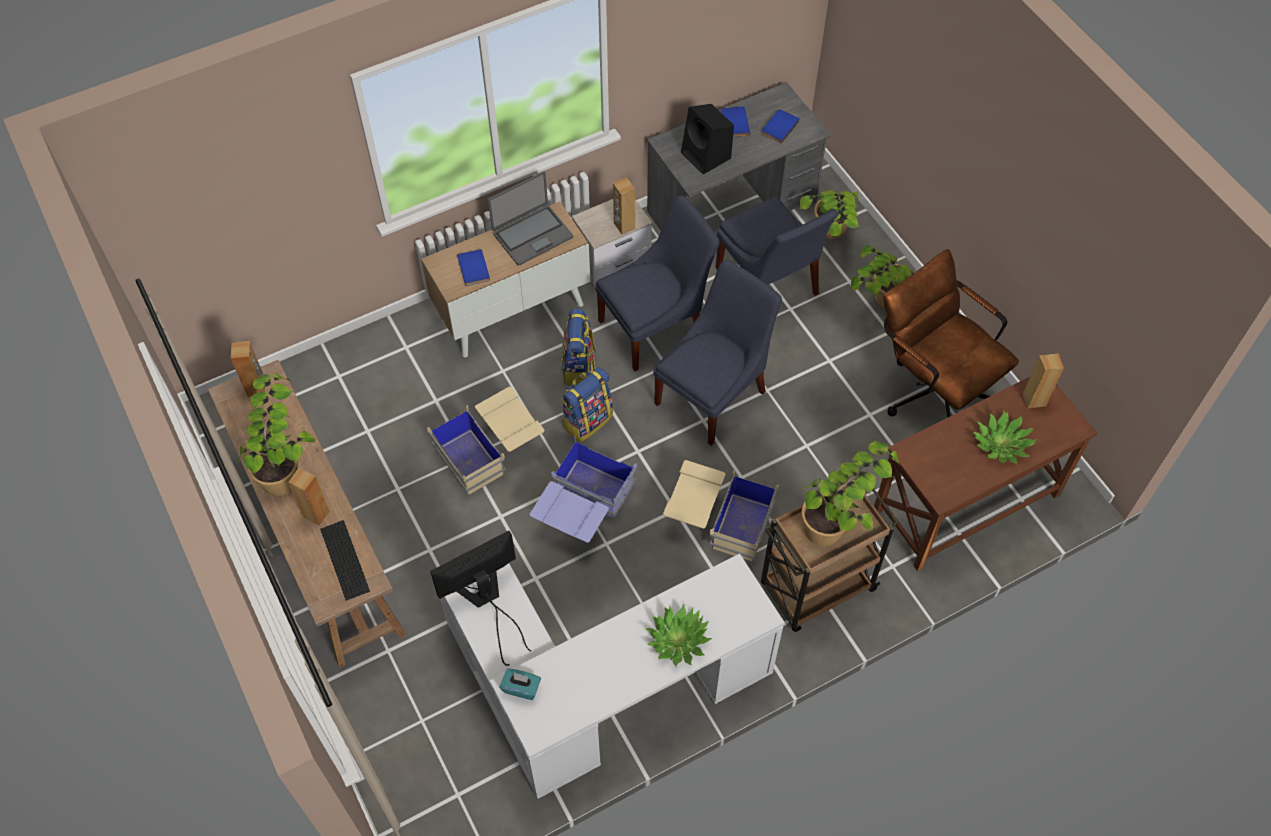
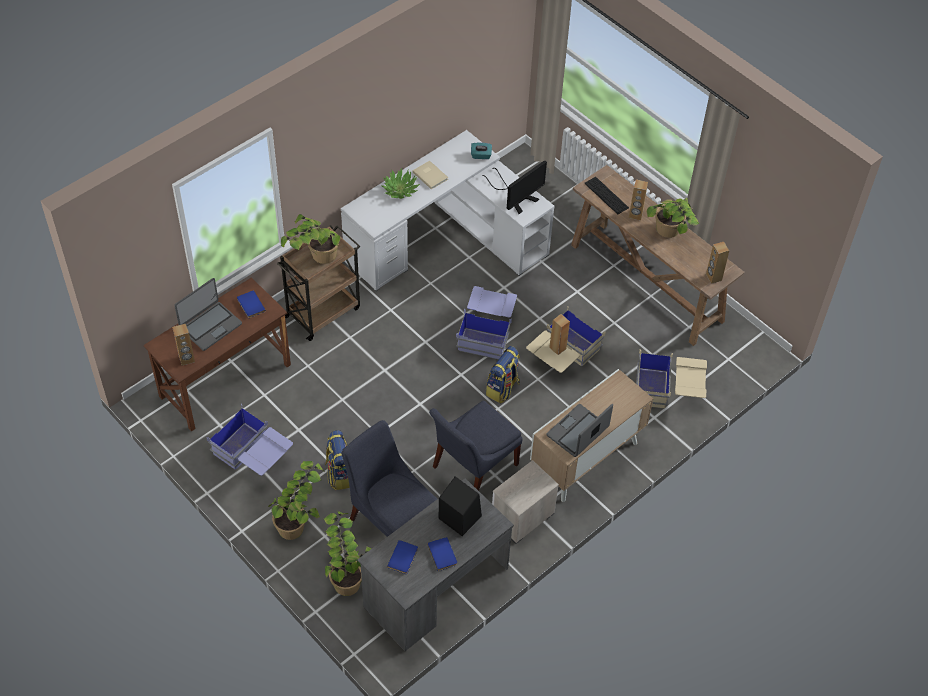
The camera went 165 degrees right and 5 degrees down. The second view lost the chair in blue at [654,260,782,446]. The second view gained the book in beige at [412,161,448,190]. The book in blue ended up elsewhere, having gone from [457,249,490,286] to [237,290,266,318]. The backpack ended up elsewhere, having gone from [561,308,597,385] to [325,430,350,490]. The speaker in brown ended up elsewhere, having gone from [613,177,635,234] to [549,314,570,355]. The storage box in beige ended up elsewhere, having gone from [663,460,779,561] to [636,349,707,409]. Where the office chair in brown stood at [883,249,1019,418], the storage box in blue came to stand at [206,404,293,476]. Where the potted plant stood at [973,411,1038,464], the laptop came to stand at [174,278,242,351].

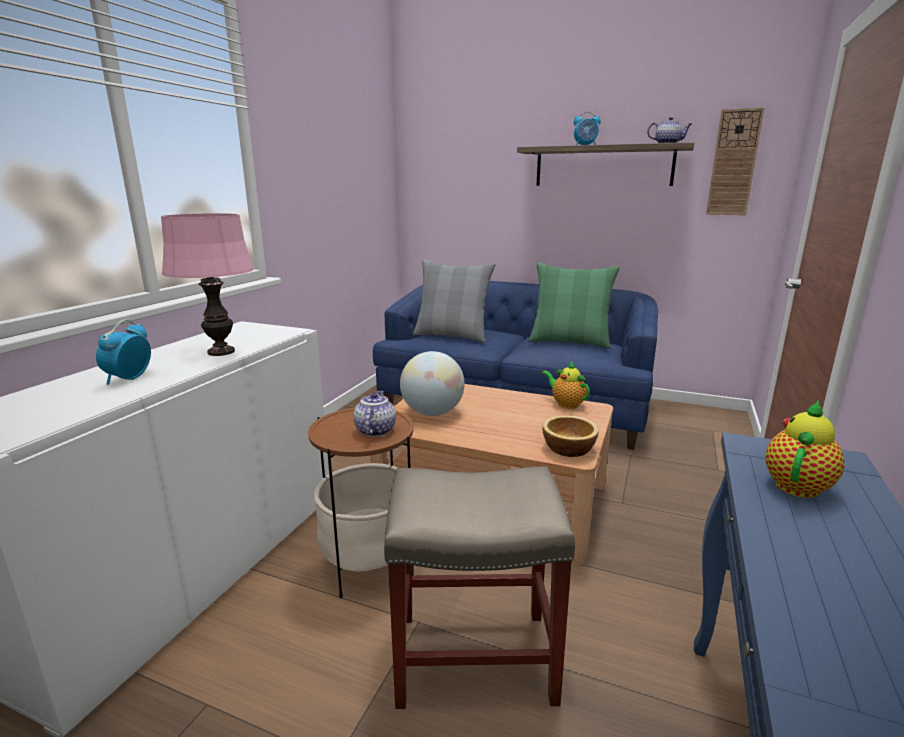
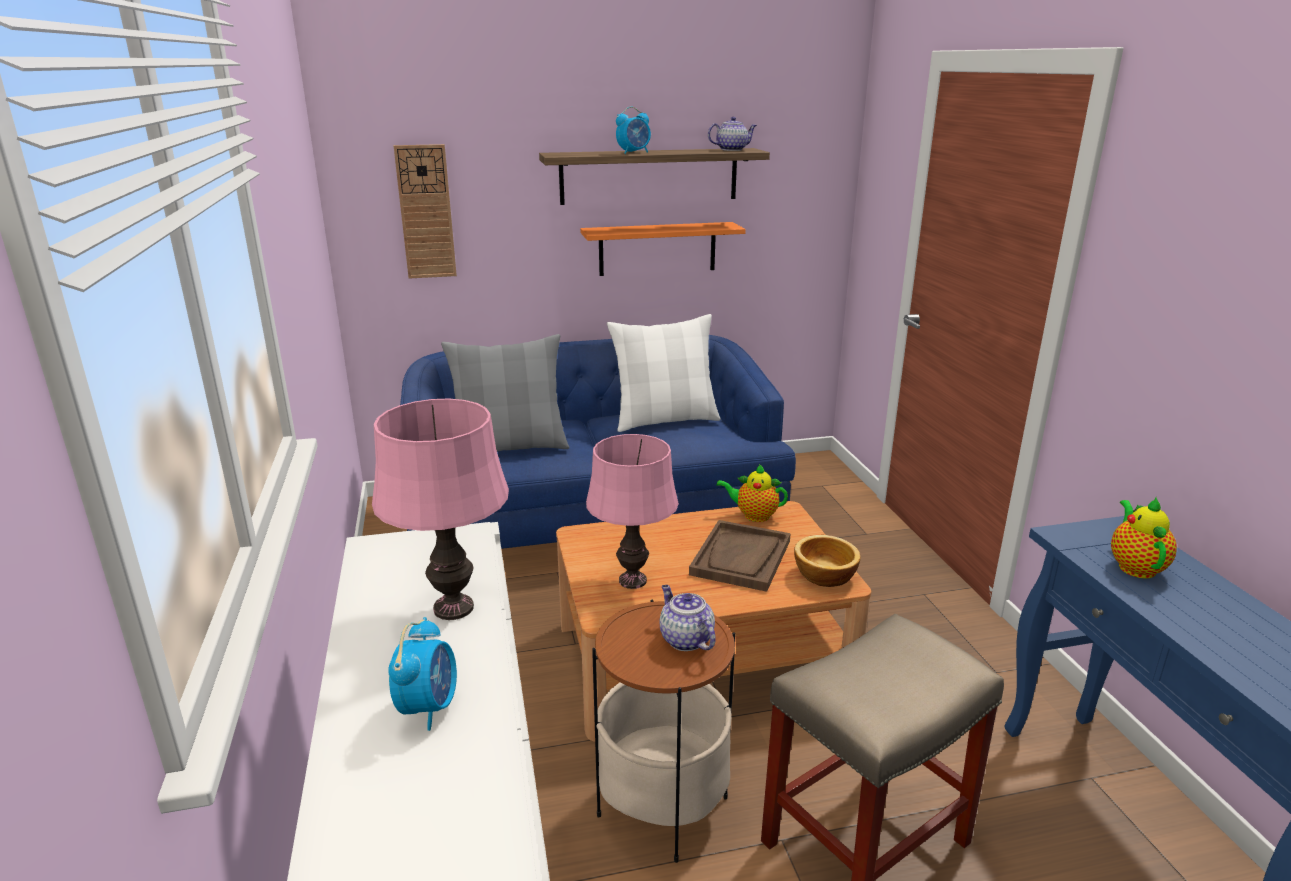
The camera went 35 degrees left and 5 degrees up. The second view gained the shelf in orange at [580,222,746,276]. The second view gained the tray in brown at [689,520,791,592]. The wall clock ended up elsewhere, having gone from [706,108,764,215] to [394,144,457,279]. Where the globe stood at [400,351,465,416], the table lamp in pink came to stand at [586,434,679,589]. What was the pillow in green at [528,263,620,349] turned into the pillow in white at [607,314,721,432]. The alarm clock at [96,320,151,385] ended up facing another way, 150 degrees counterclockwise from before.

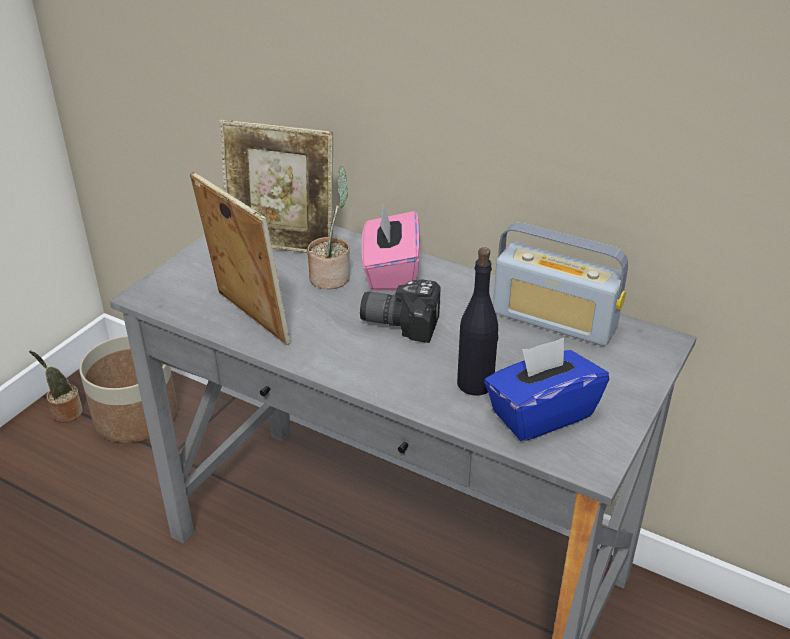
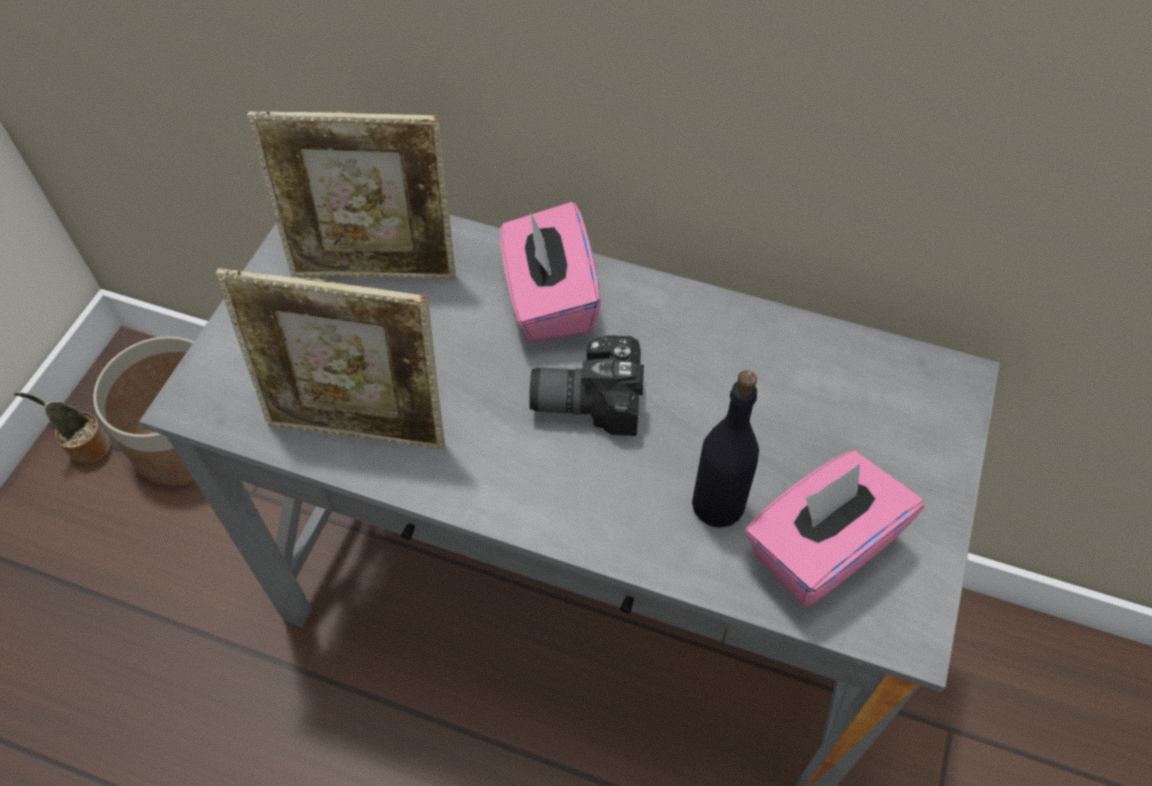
The camera went 10 degrees left and 20 degrees up. The second view lost the potted plant at [307,166,350,289]. The second view lost the radio at [493,222,628,346]. What was the tissue box in blue at [484,338,609,441] turned into the tissue box in pink at [745,451,924,607]. The picture frame at [190,172,290,345] ended up facing another way, 150 degrees clockwise from before.

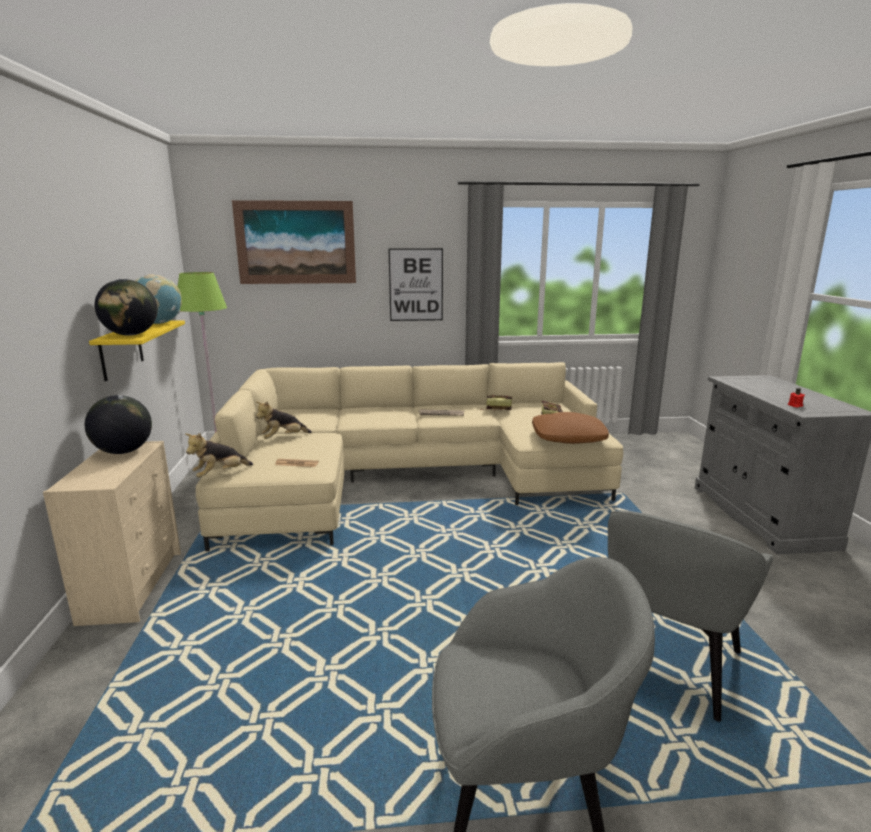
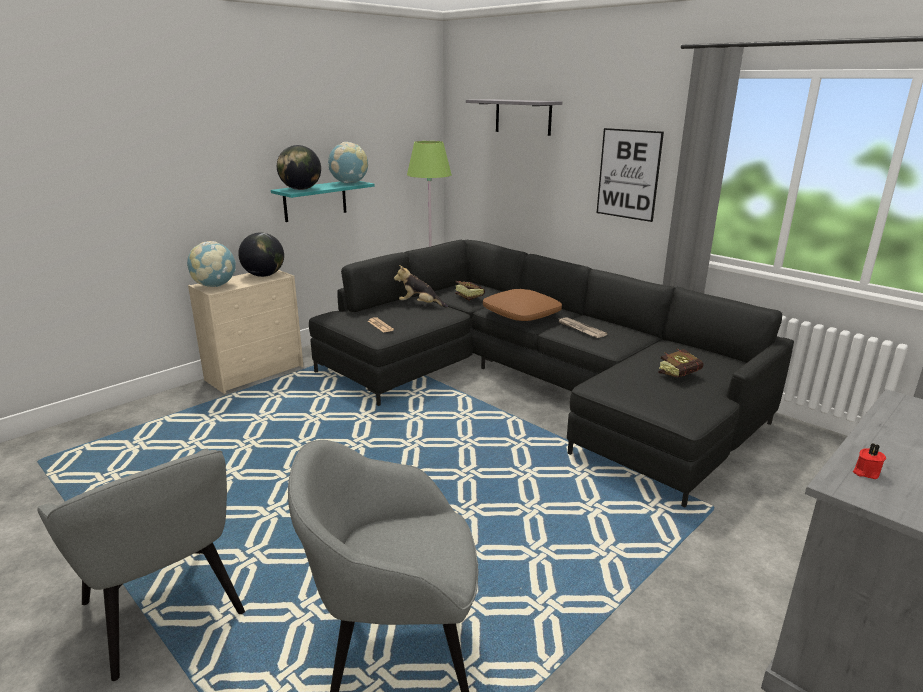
The camera went 50 degrees right and 5 degrees up. The second view lost the plush toy at [185,433,253,478]. The second view gained the globe at [187,241,236,287]. The book ended up elsewhere, having gone from [480,395,512,410] to [455,281,485,301]. The pillow in brown ended up elsewhere, having gone from [532,412,609,444] to [483,289,562,321]. Where the picture hung at [232,200,356,284], the shelf in grey came to hang at [466,99,562,136]. What was the shelf in yellow at [89,320,185,381] turned into the shelf in turquoise at [271,181,375,222]. What was the sofa in beige at [196,362,623,551] turned into the sofa in black at [309,240,794,507].

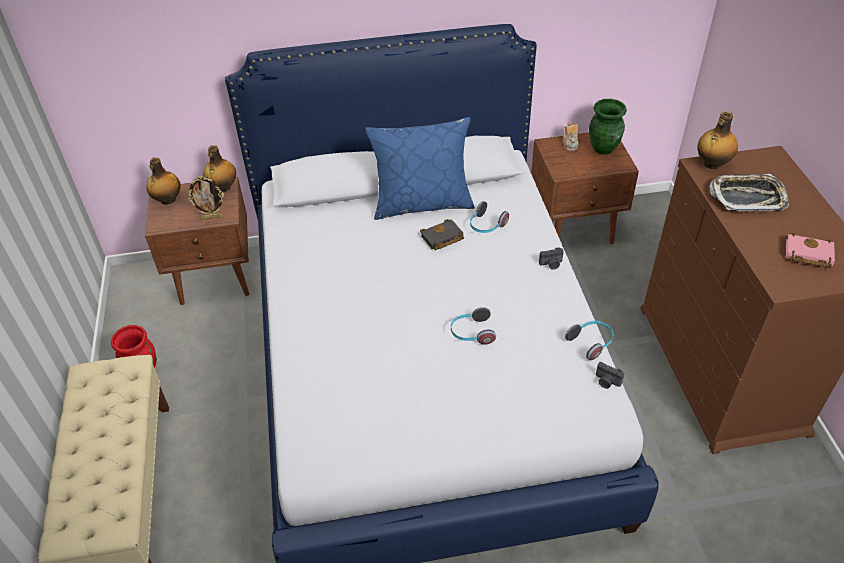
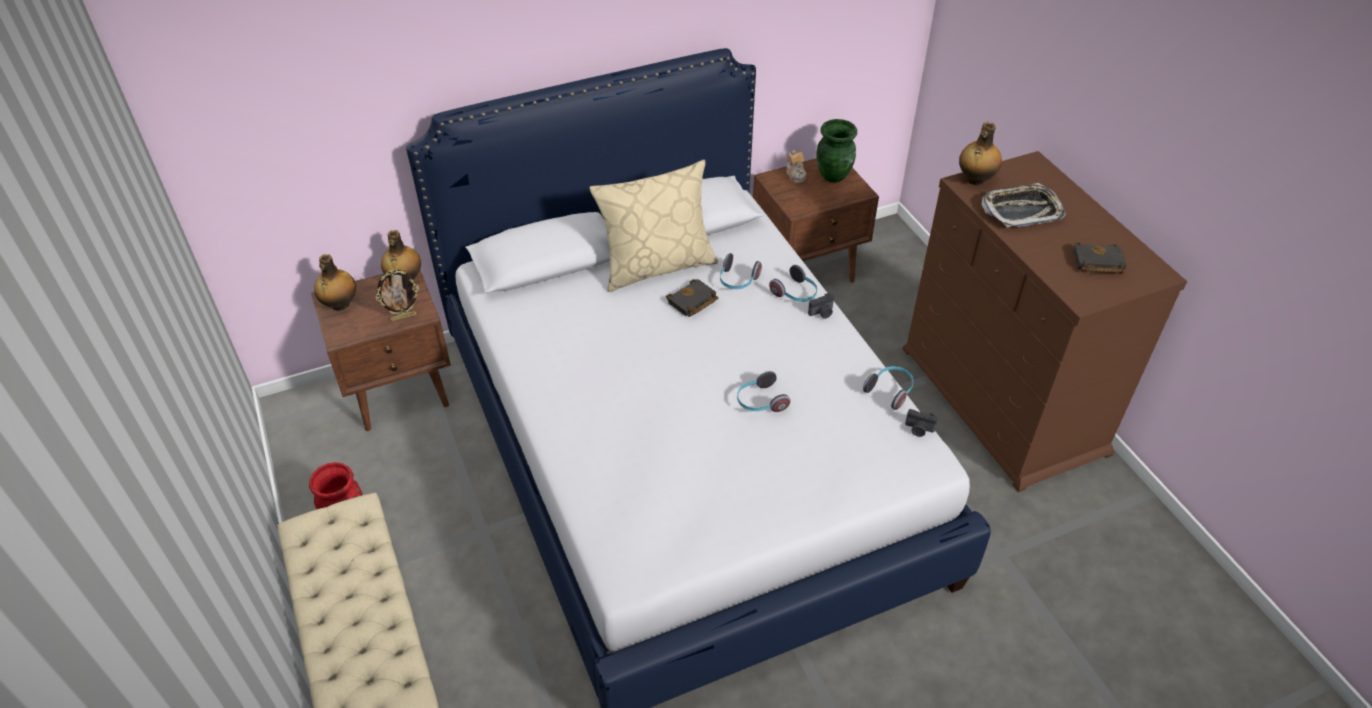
The camera went 15 degrees left and 0 degrees up. The second view gained the headphones at [769,265,817,302]. What was the pillow in blue at [365,117,475,220] turned into the pillow in beige at [590,160,718,292]. What was the book in pink at [786,233,835,268] turned into the book in black at [1073,242,1127,273].

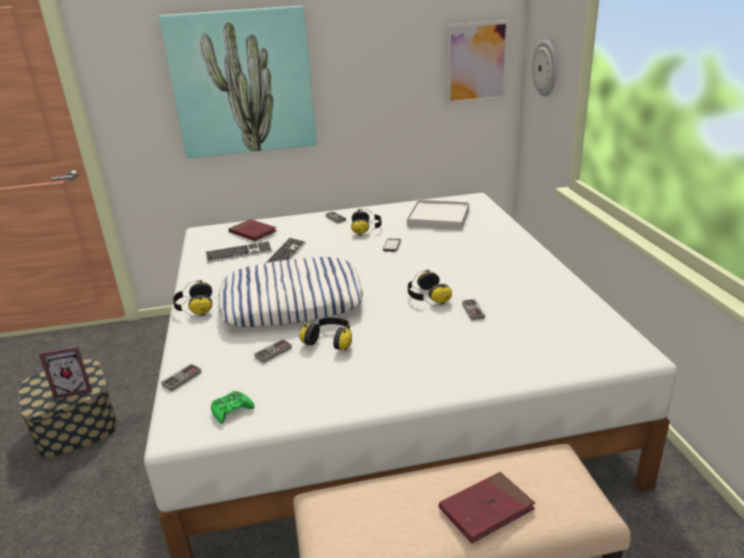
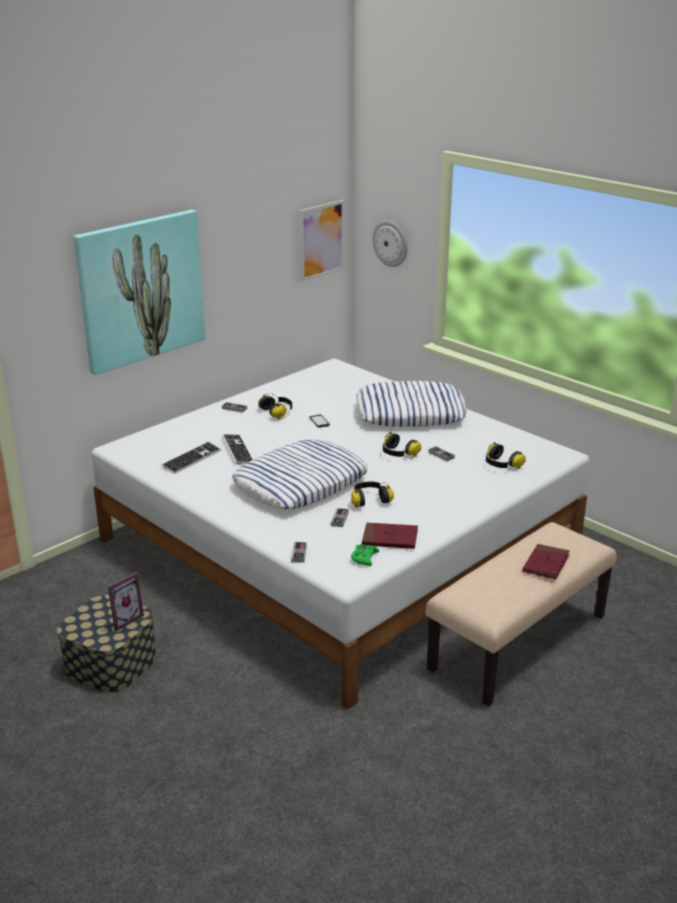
The camera went 35 degrees left and 0 degrees up. The second view lost the tray in white at [407,200,469,230]. The second view gained the pillow at [356,381,467,427]. The headphones ended up elsewhere, having gone from [173,280,212,317] to [486,442,526,471]. The book in red ended up elsewhere, having gone from [228,219,277,241] to [362,523,418,549].

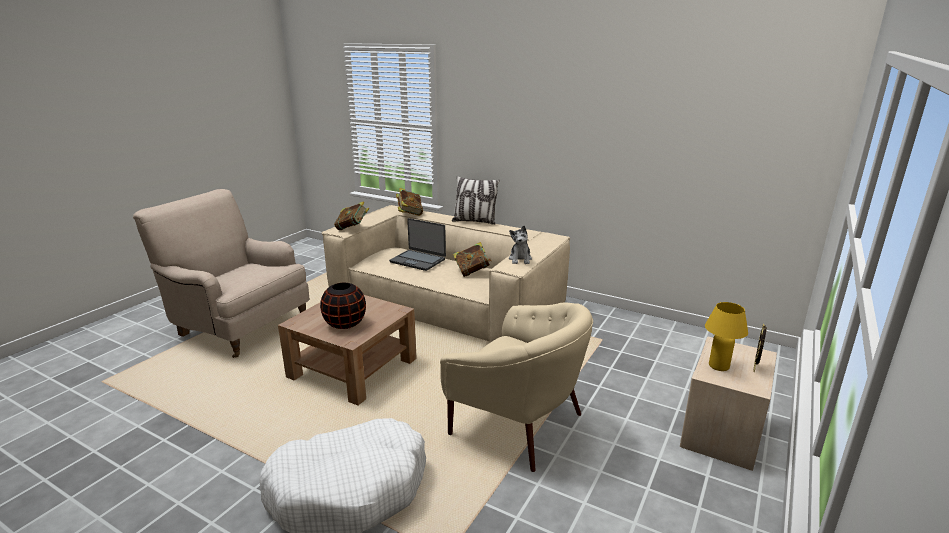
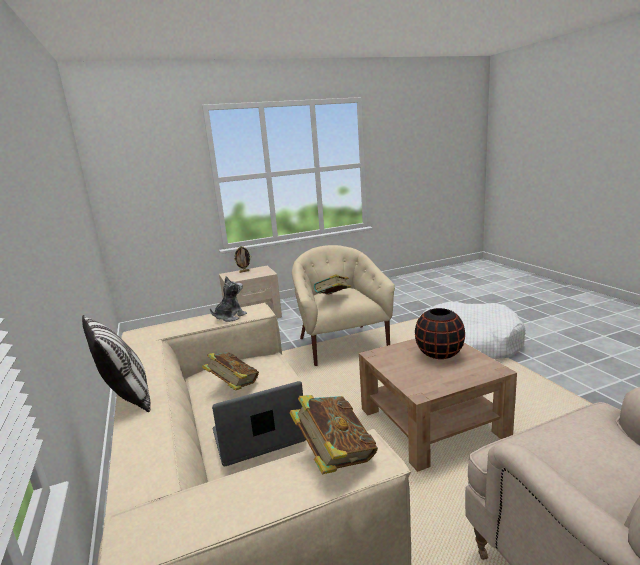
The camera went 140 degrees left and 5 degrees down. The second view lost the table lamp in yellow at [705,302,748,371]. The book ended up elsewhere, having gone from [396,188,423,216] to [314,274,351,295]. The laptop at [389,218,446,271] ended up facing another way, 90 degrees counterclockwise from before.

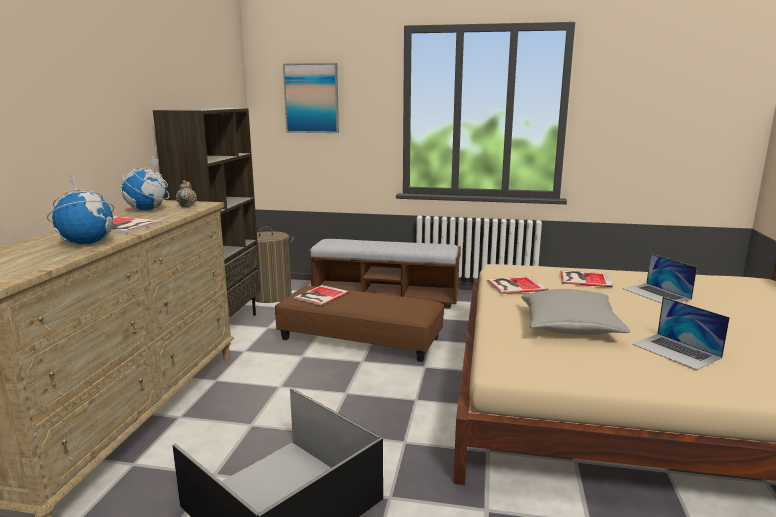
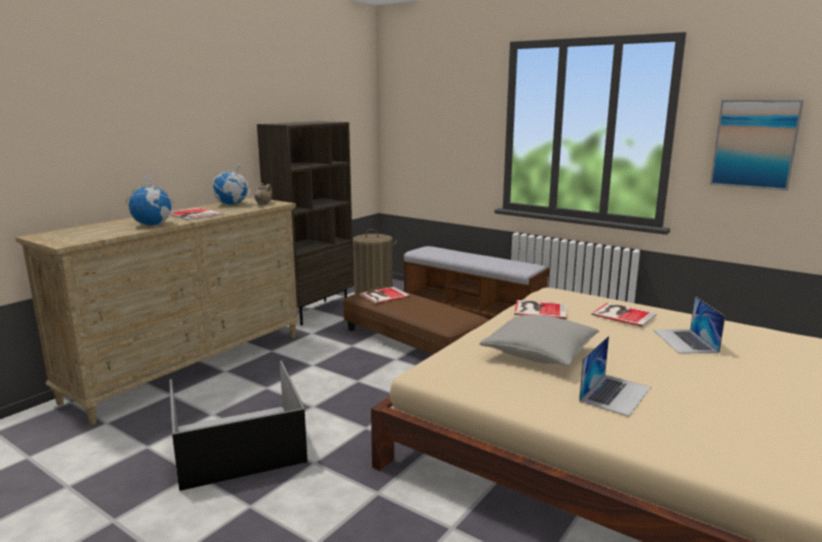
The camera went 25 degrees right and 0 degrees up. The picture ended up elsewhere, having gone from [283,63,339,133] to [710,100,804,191]. The laptop at [632,297,730,370] ended up facing another way, 135 degrees counterclockwise from before.

